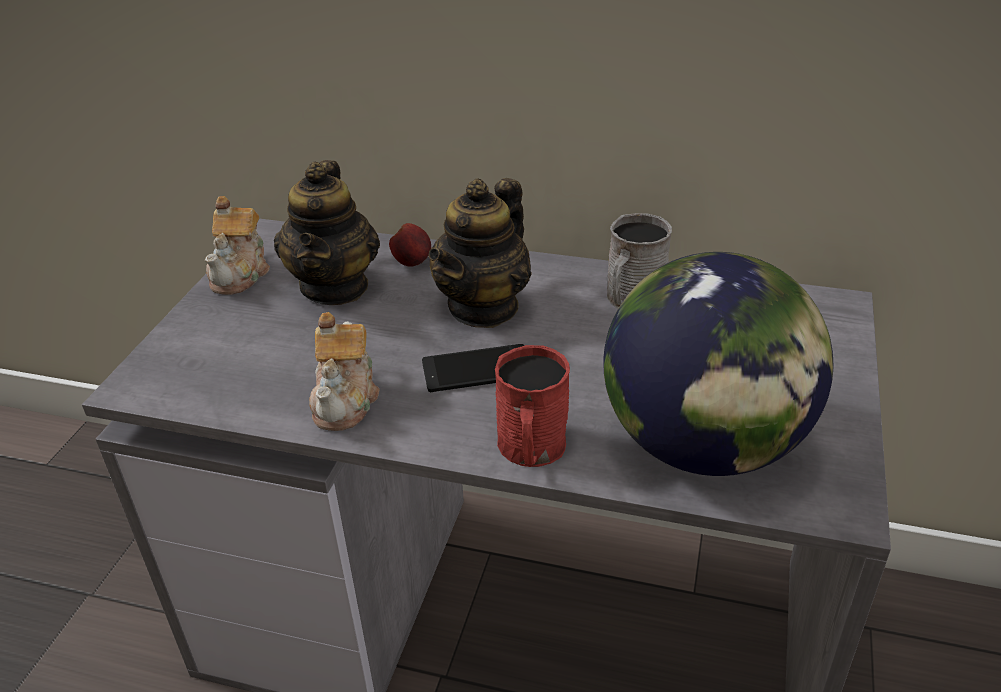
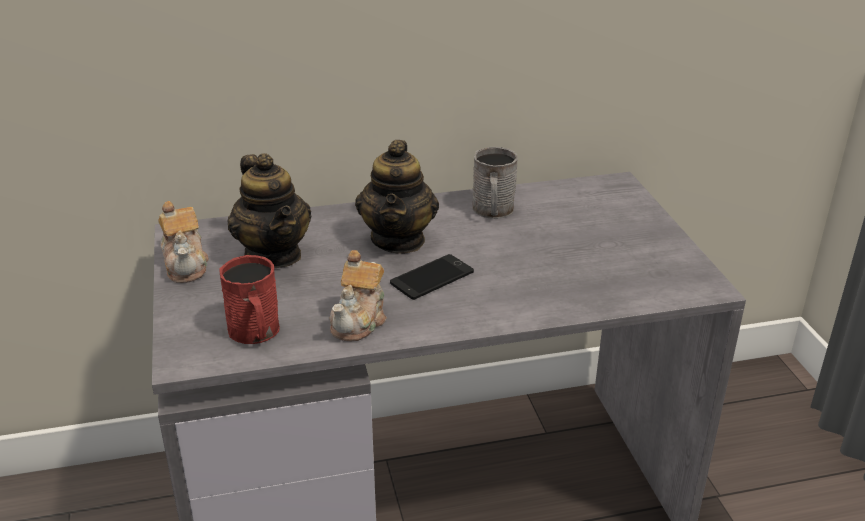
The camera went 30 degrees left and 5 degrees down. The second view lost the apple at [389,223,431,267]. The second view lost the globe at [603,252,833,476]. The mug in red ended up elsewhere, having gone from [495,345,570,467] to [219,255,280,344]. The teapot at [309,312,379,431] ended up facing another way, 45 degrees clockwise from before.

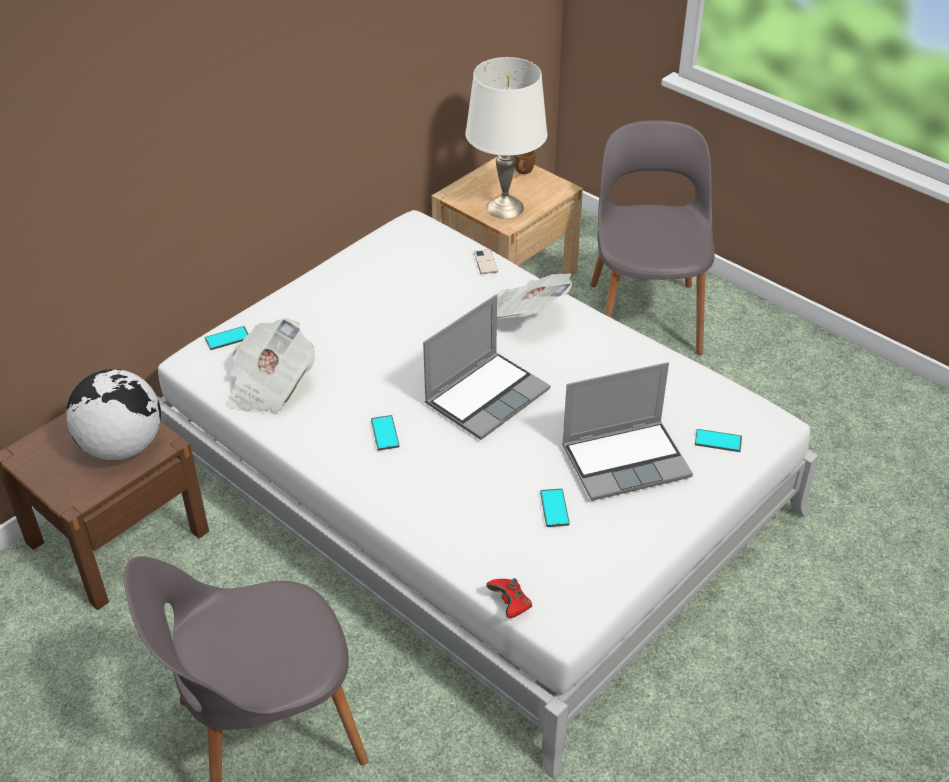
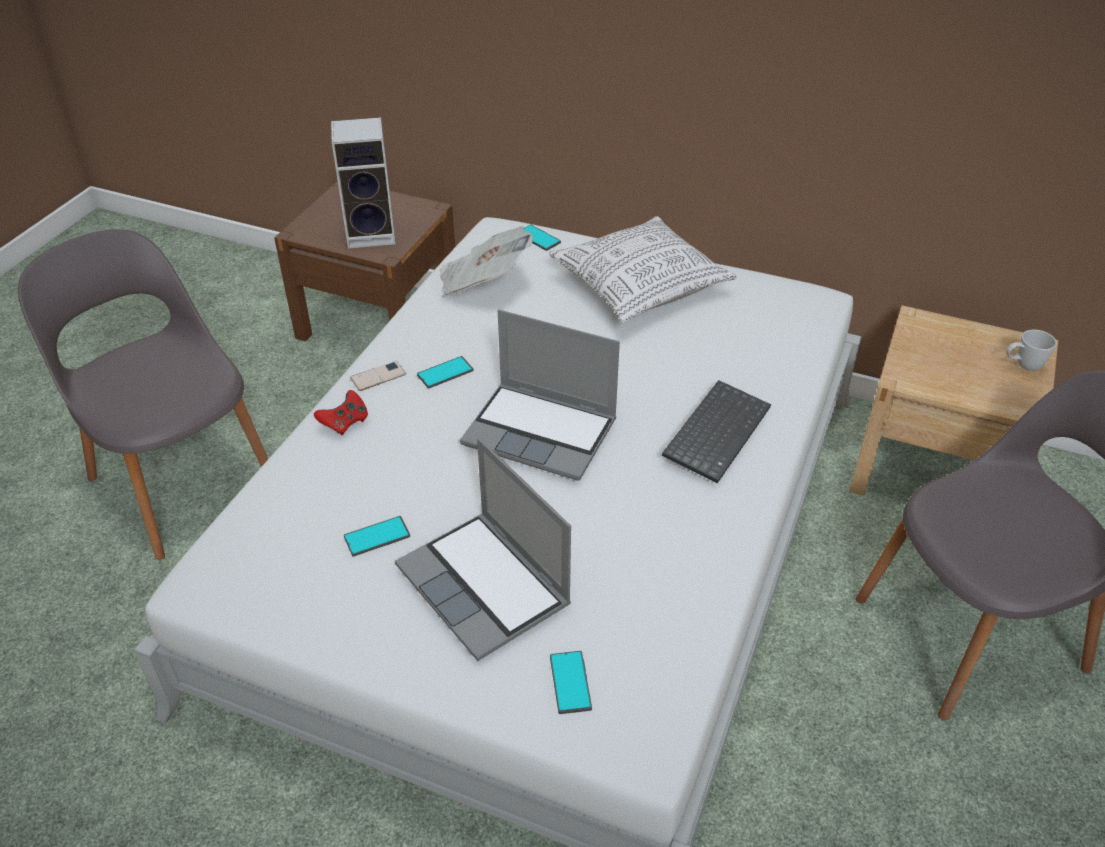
The camera went 70 degrees right and 0 degrees up. The second view lost the table lamp in white at [465,57,548,219]. The second view gained the pillow at [549,216,736,323]. The phone ended up elsewhere, having gone from [474,249,498,274] to [350,361,406,391]. The game controller in red ended up elsewhere, having gone from [486,578,532,618] to [314,390,368,435]. Where the globe stood at [66,369,161,460], the speaker came to stand at [331,117,395,249]. Where the newspaper stood at [497,274,572,319], the keyboard came to stand at [662,380,771,483]. What was the mug in brown at [514,150,536,174] turned into the mug in white at [1006,330,1057,371].

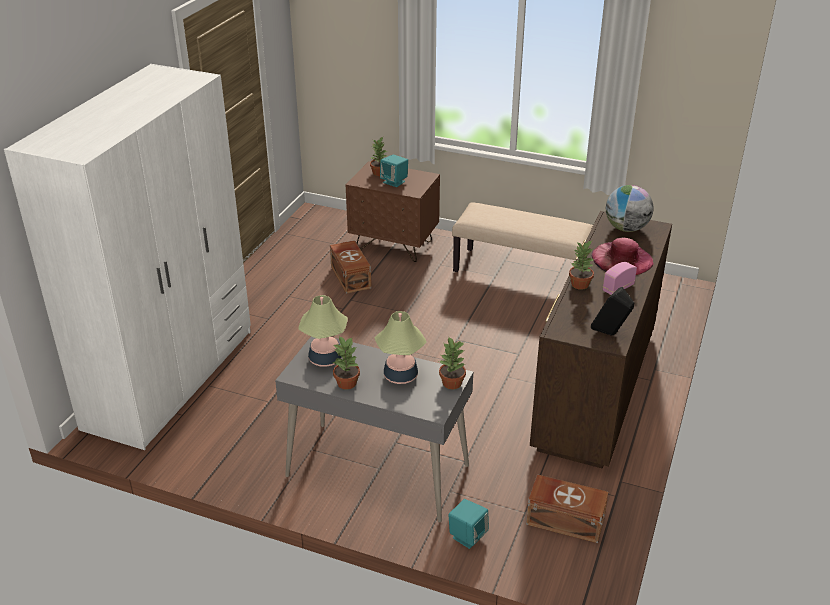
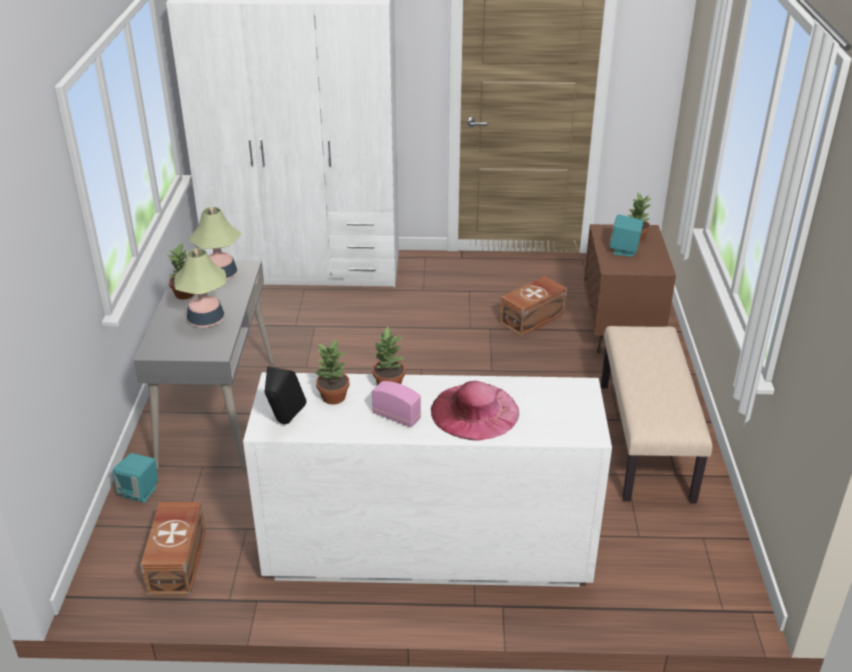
The camera went 70 degrees right and 0 degrees up. The second view lost the globe at [606,185,654,232]. The potted plant ended up elsewhere, having gone from [439,337,466,389] to [314,339,350,405]. What was the dresser in brown at [530,211,672,468] turned into the dresser in white at [243,372,612,587].

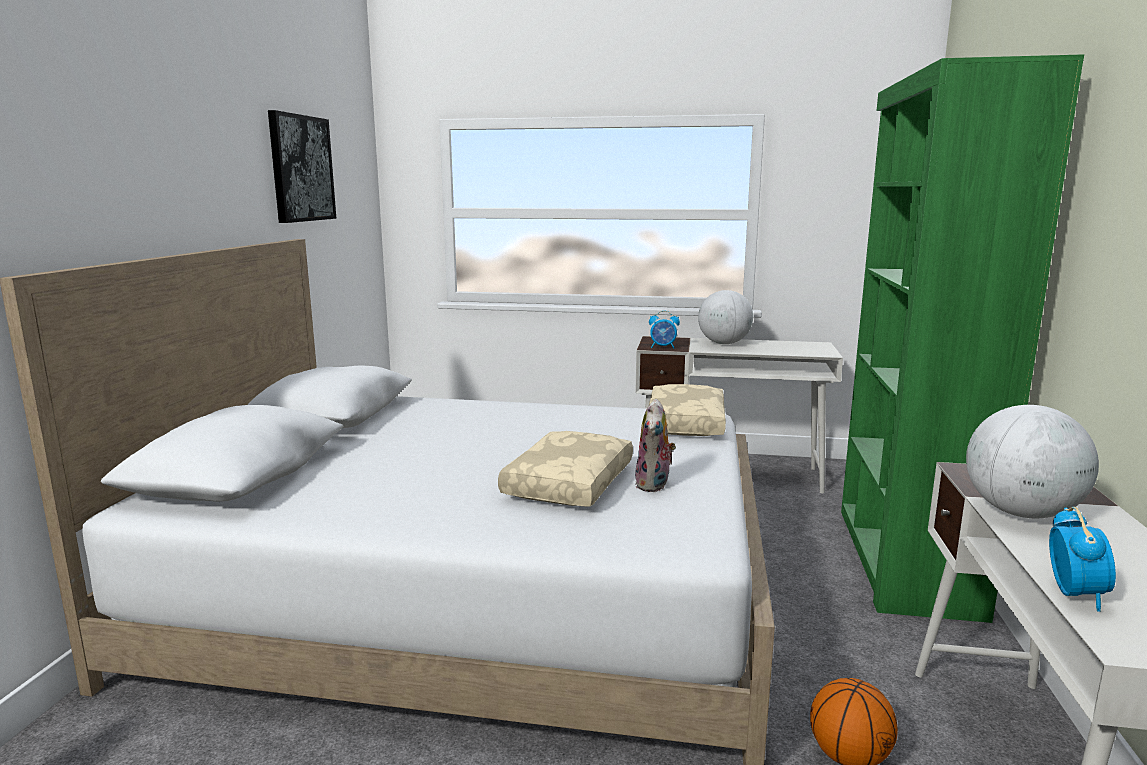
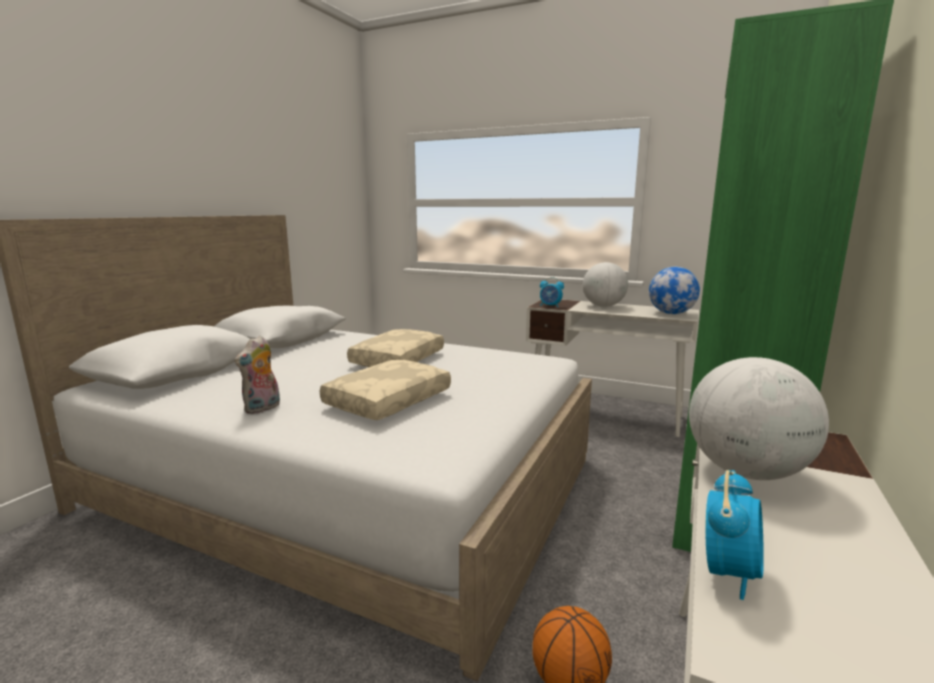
The camera went 15 degrees right and 0 degrees up. The second view lost the picture at [268,110,336,223]. The second view gained the globe at [649,267,700,314]. The plush toy ended up elsewhere, having gone from [635,399,676,492] to [235,335,280,414]. The pillow in beige ended up elsewhere, having gone from [649,384,726,436] to [347,329,444,367].

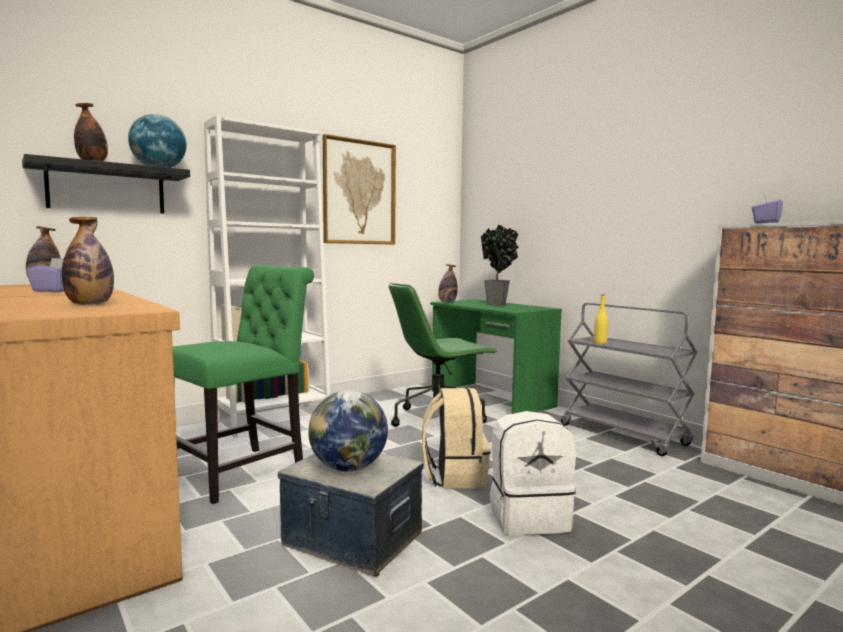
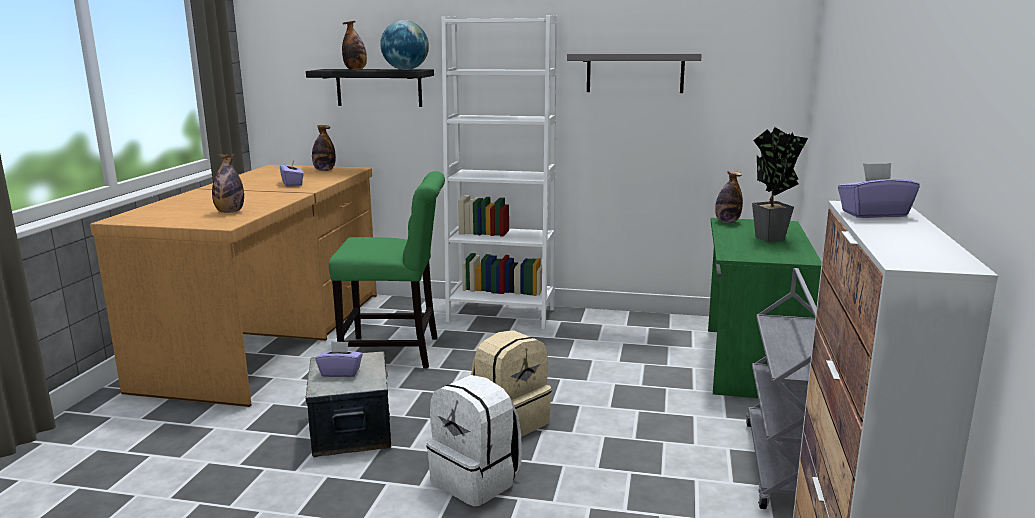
The camera went 50 degrees right and 10 degrees up. The second view lost the office chair in green at [389,283,497,427]. The second view lost the bottle in yellow at [594,295,608,344]. Where the globe stood at [308,390,388,472], the tissue box in purple came to stand at [315,341,363,377]. Where the picture hung at [323,134,396,244], the shelf in grey came to hang at [567,52,702,93].

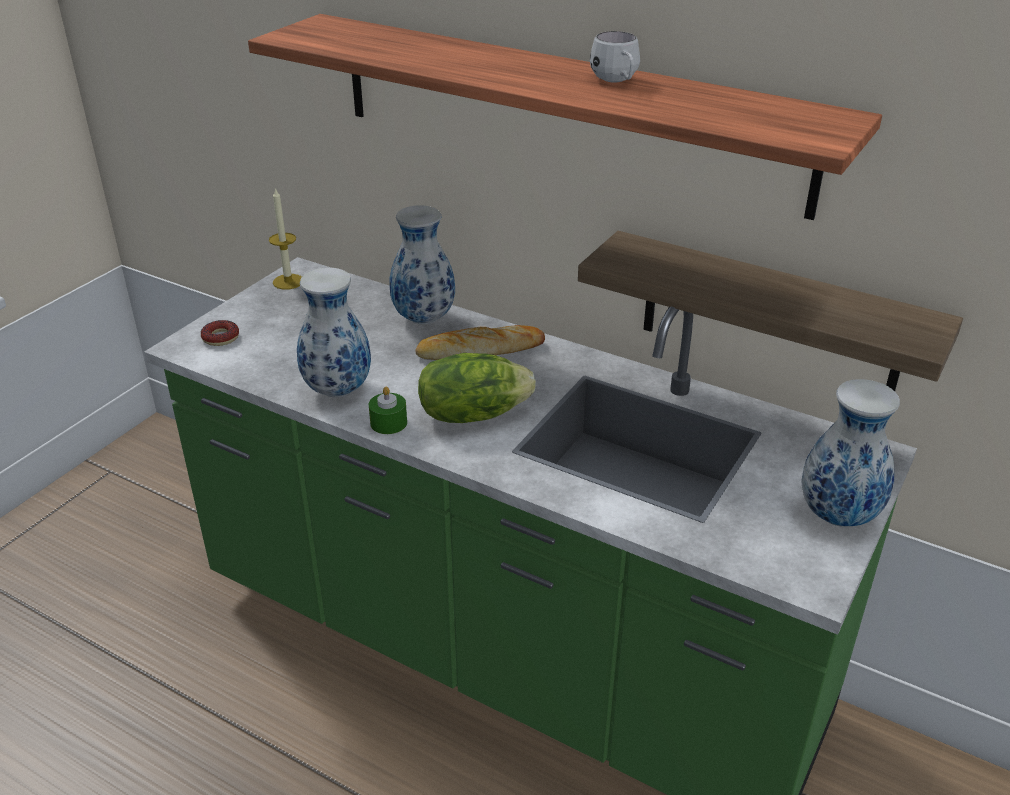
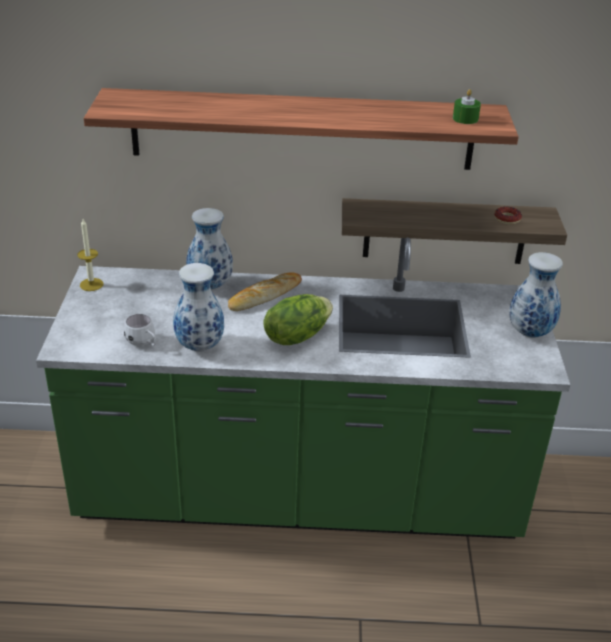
The camera went 30 degrees left and 0 degrees up. The donut ended up elsewhere, having gone from [201,320,239,346] to [494,207,522,224]. The candle in green ended up elsewhere, having gone from [369,387,407,434] to [453,89,481,124]. The mug in white ended up elsewhere, having gone from [590,31,640,83] to [124,314,156,346].

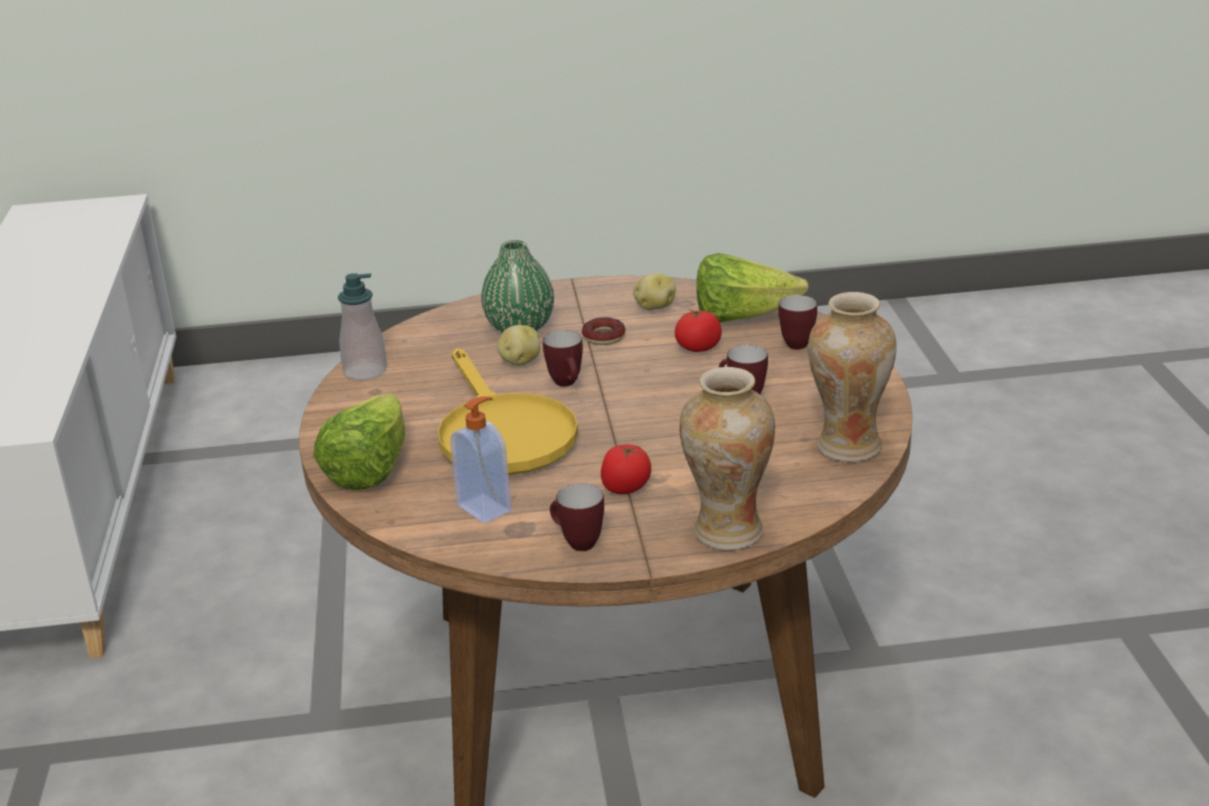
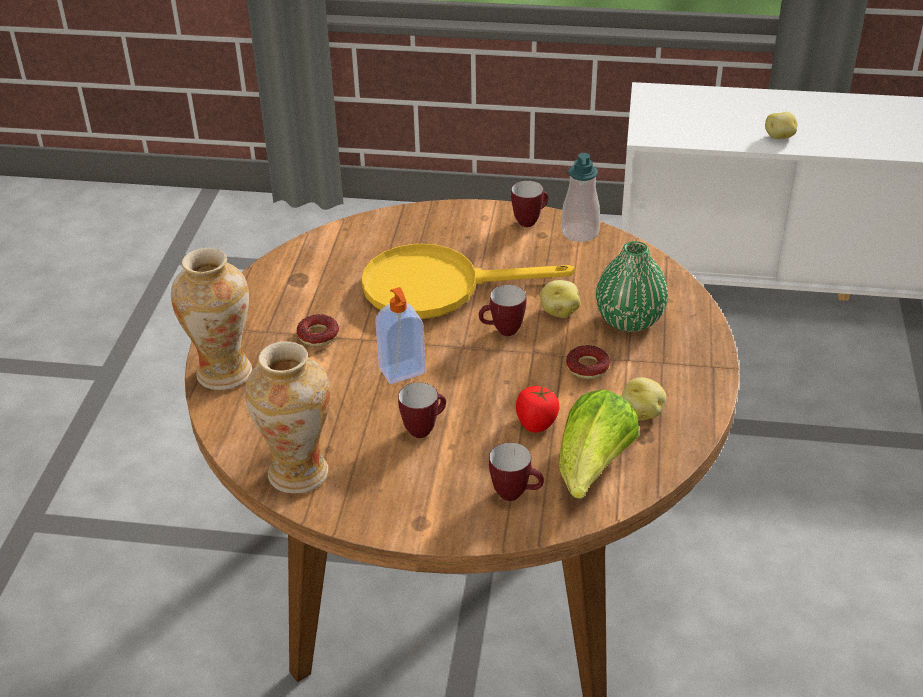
The camera went 105 degrees right and 10 degrees up. The second view lost the lettuce at [314,393,405,490]. The second view gained the potato at [765,112,797,139]. The soap dispenser ended up elsewhere, having gone from [450,396,511,524] to [375,287,426,384]. The mug ended up elsewhere, having gone from [550,483,604,551] to [511,181,548,227]. Where the tomato stood at [601,444,651,494], the donut came to stand at [297,314,339,346].

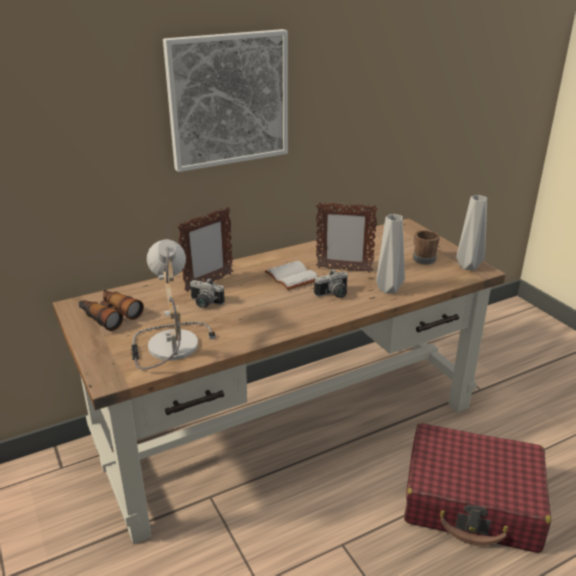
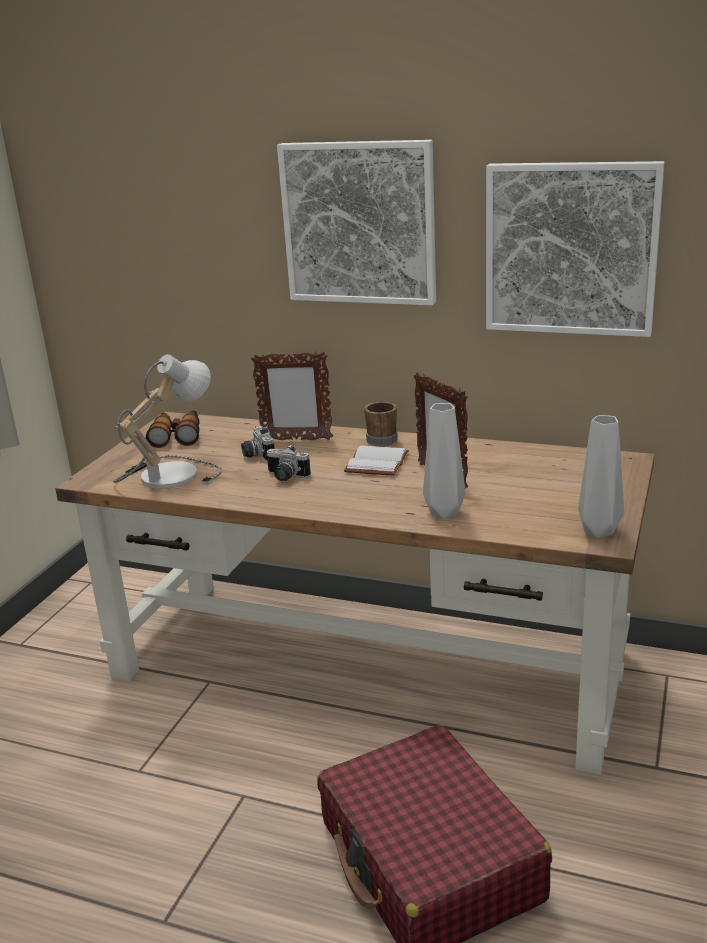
The camera went 50 degrees right and 5 degrees down. The second view gained the picture at [486,161,665,337]. The photo camera ended up elsewhere, having gone from [314,269,348,298] to [266,444,311,481]. The mug in brown ended up elsewhere, having gone from [413,230,440,265] to [364,402,398,447].

